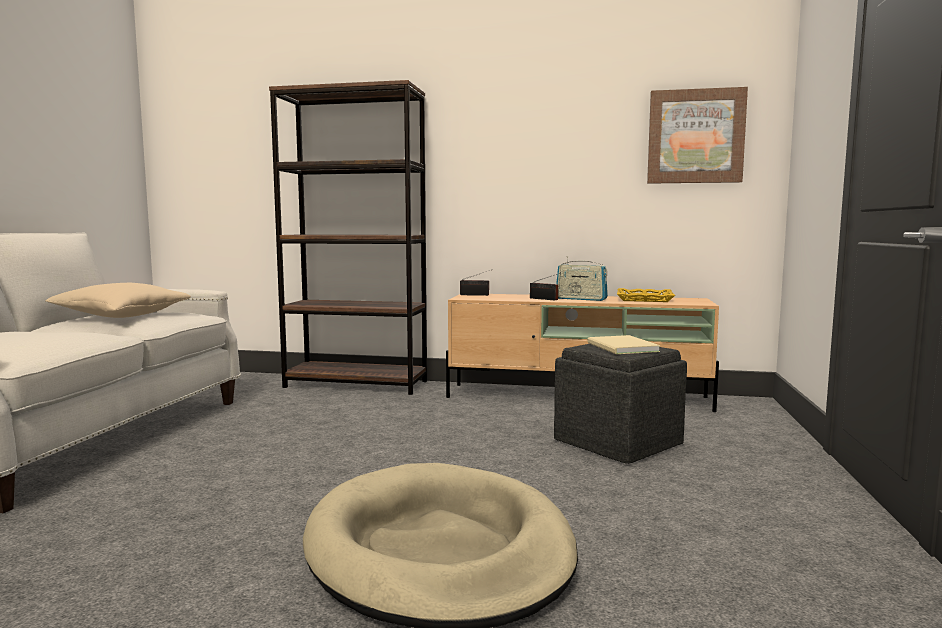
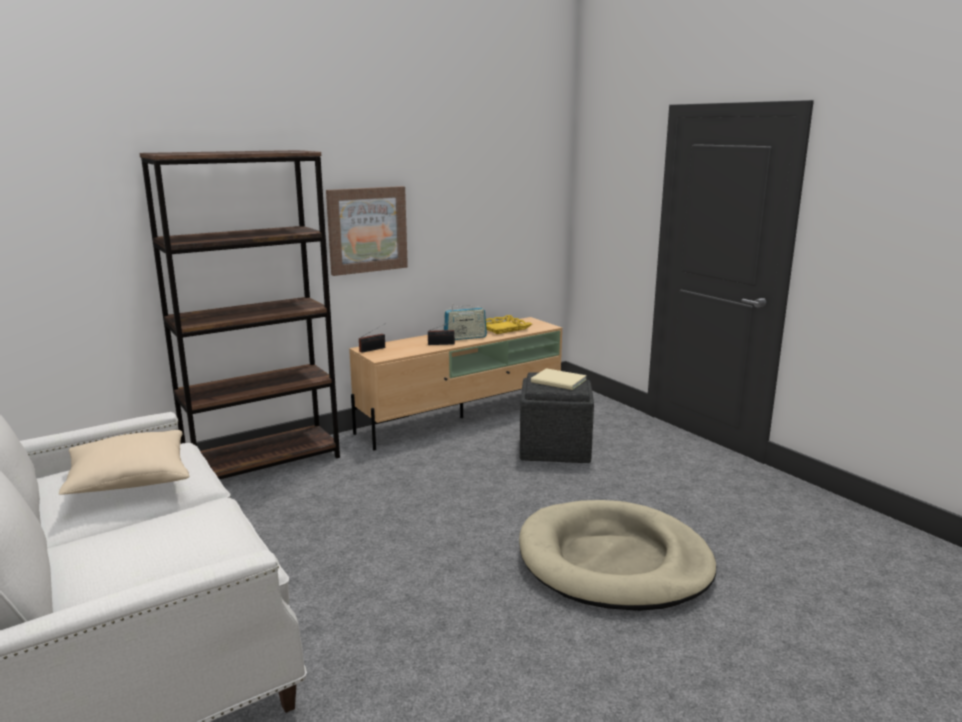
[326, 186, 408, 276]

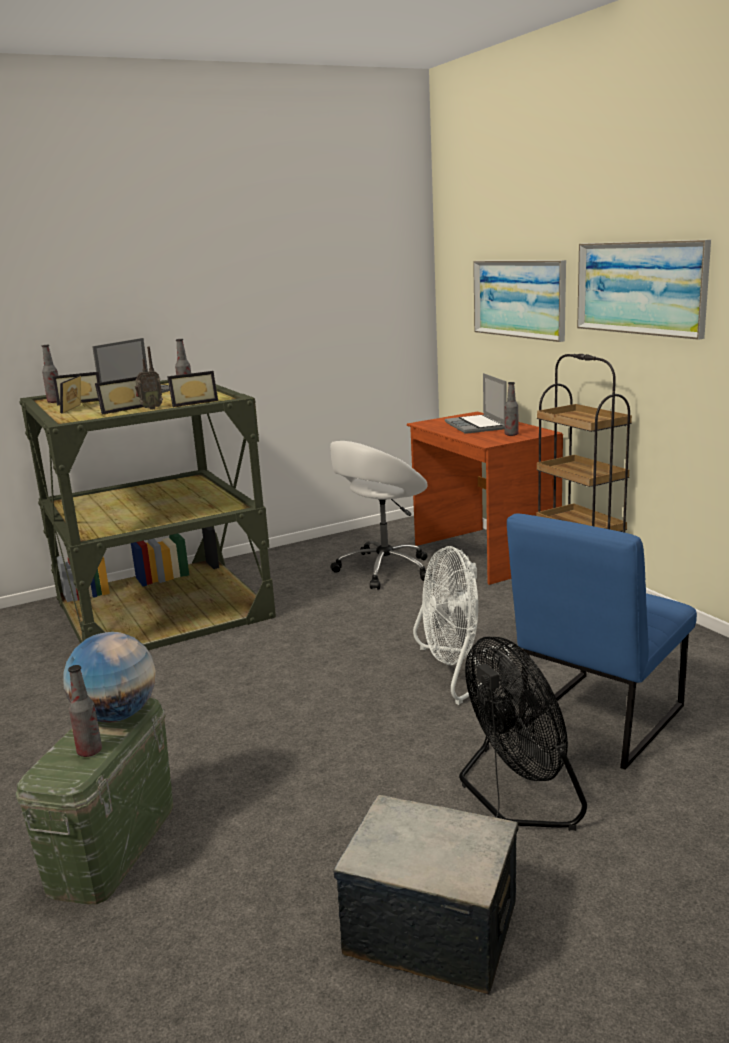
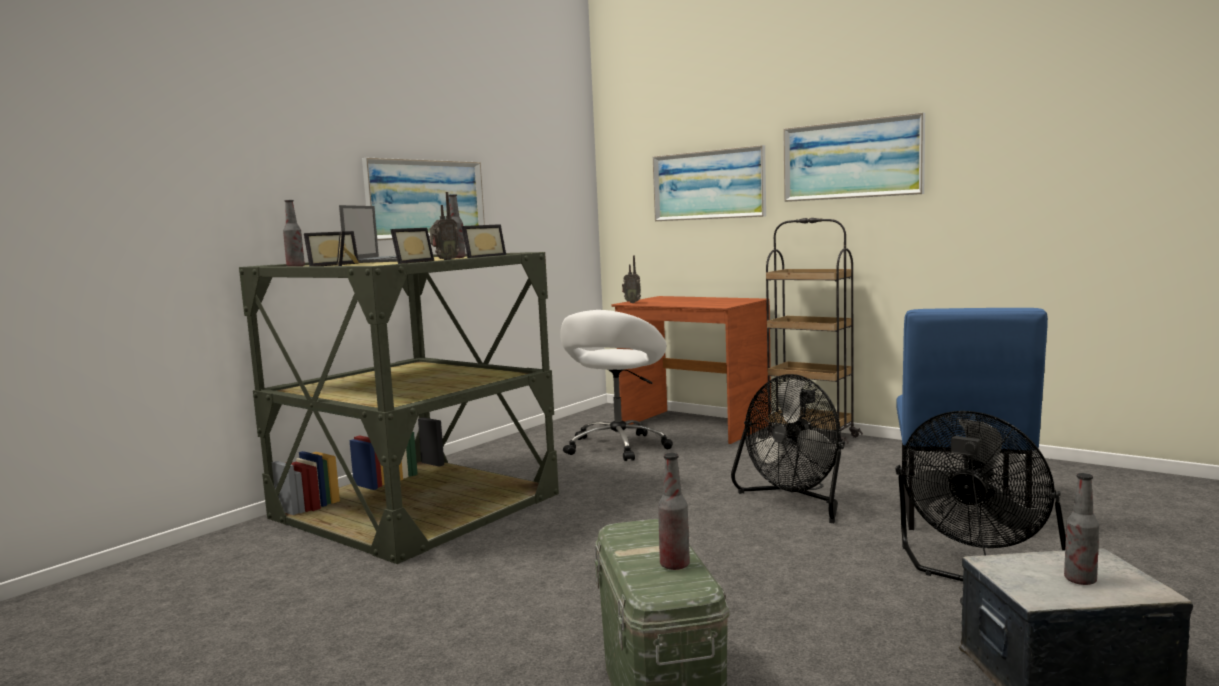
[362, 158, 485, 241]
[622, 256, 641, 303]
[731, 374, 845, 523]
[1064, 473, 1099, 585]
[63, 632, 156, 723] (first image)
[445, 373, 506, 434] (first image)

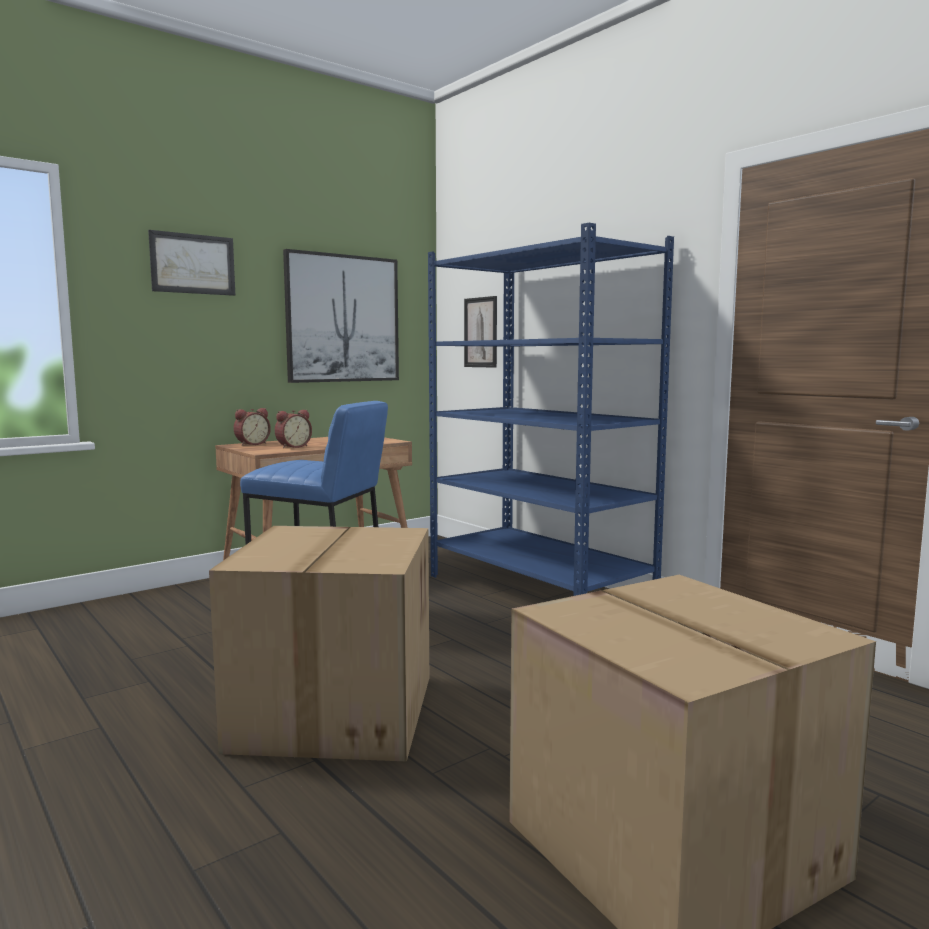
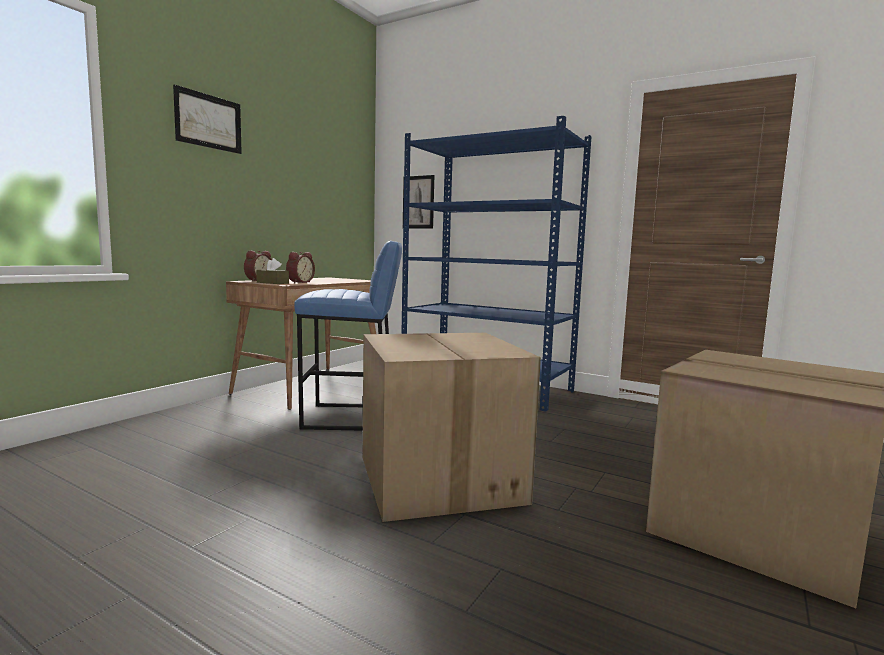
[256, 258, 289, 284]
[283, 249, 399, 383] (first image)

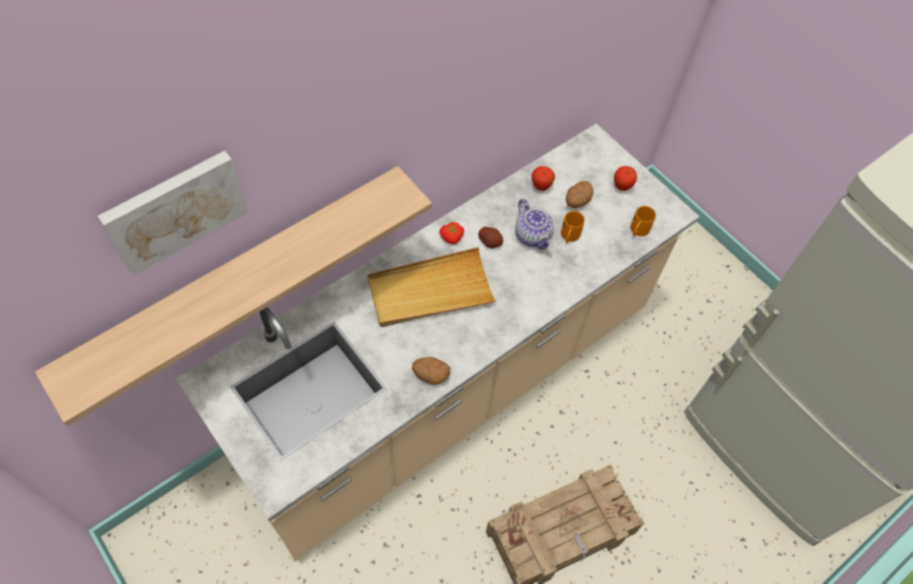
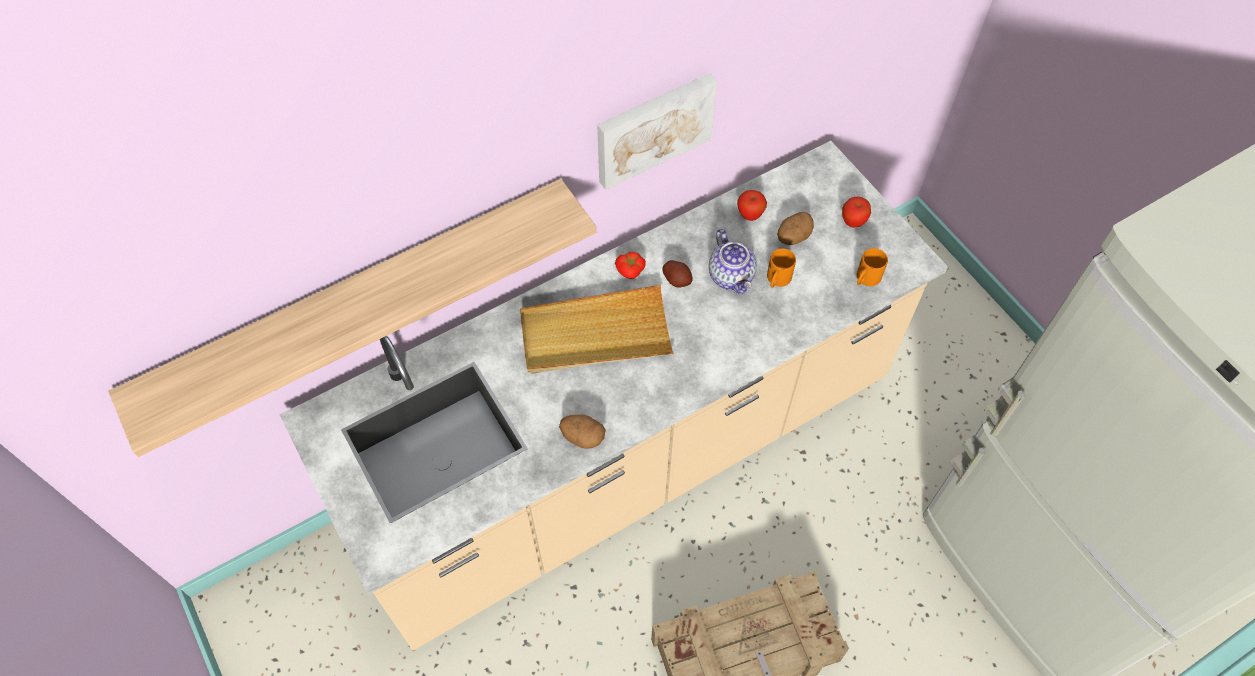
[597, 73, 717, 190]

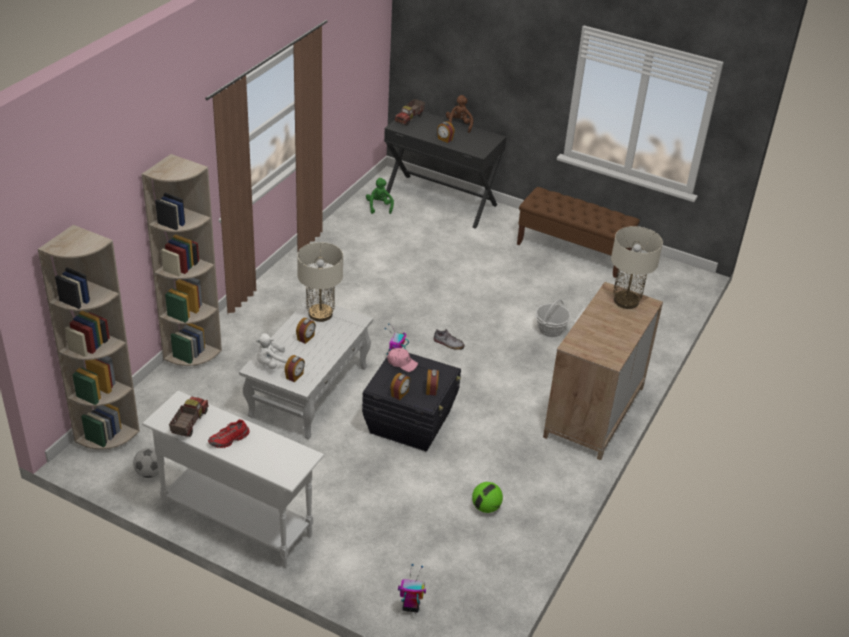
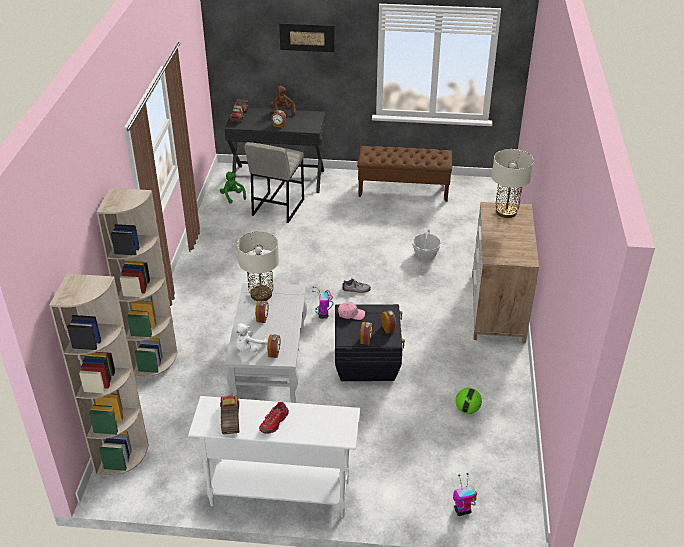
[244, 142, 304, 223]
[279, 23, 335, 52]
[133, 448, 164, 478] (first image)

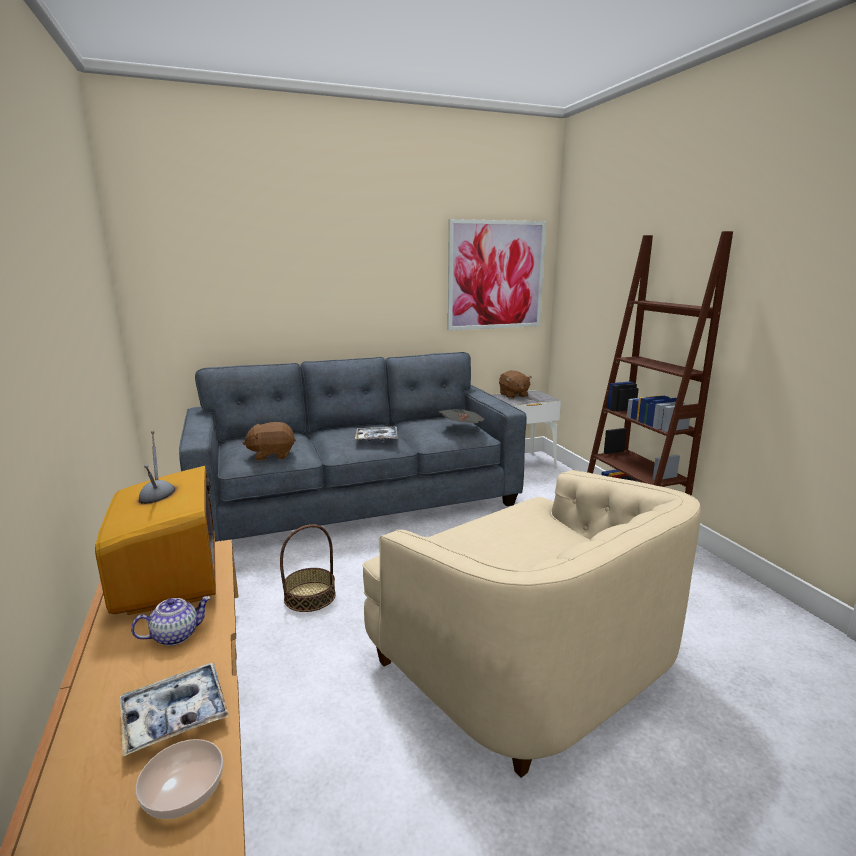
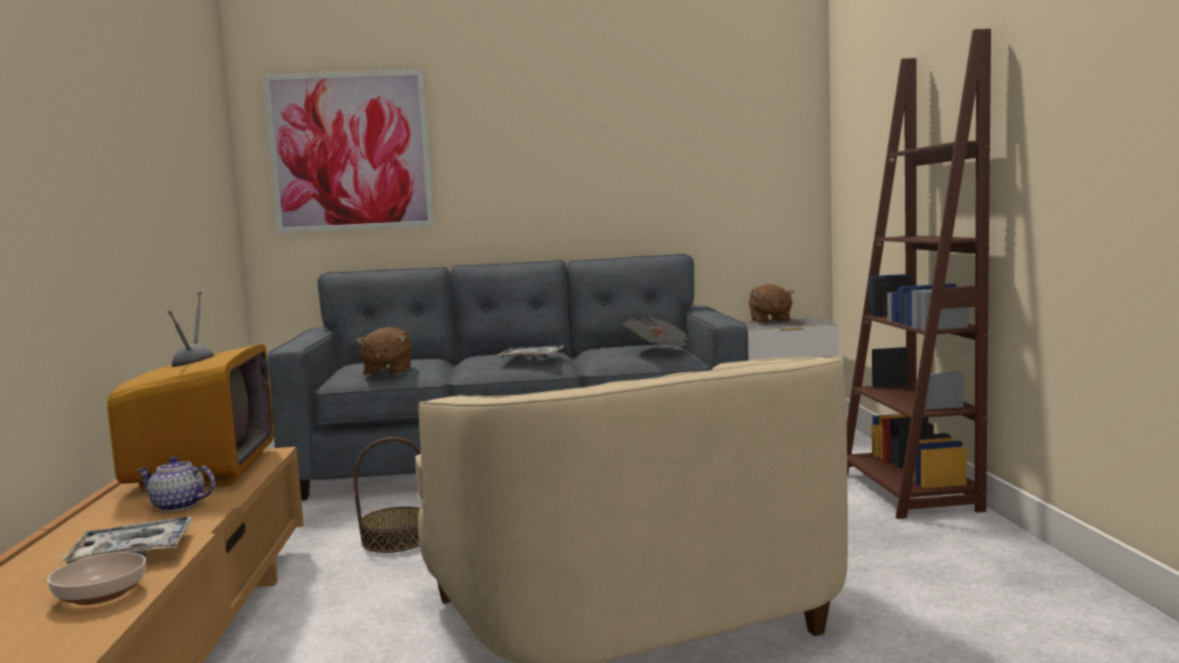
[137, 456, 215, 512]
[263, 69, 434, 234]
[355, 327, 412, 376]

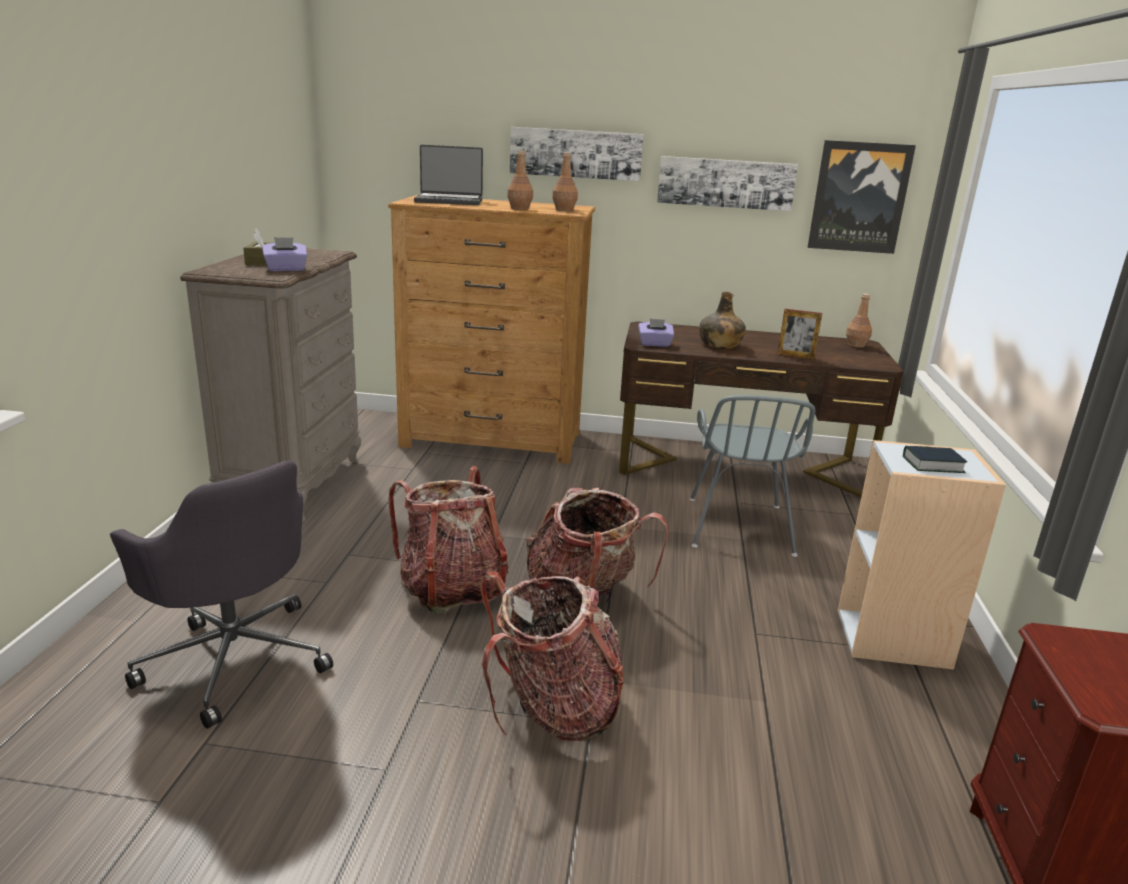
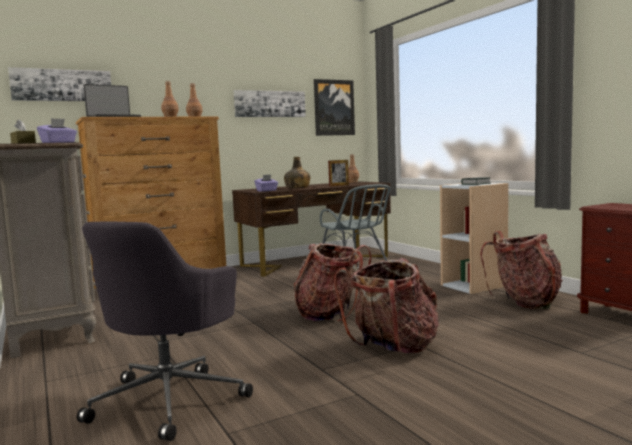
[8, 67, 111, 101]
[77, 222, 253, 441]
[480, 231, 562, 309]

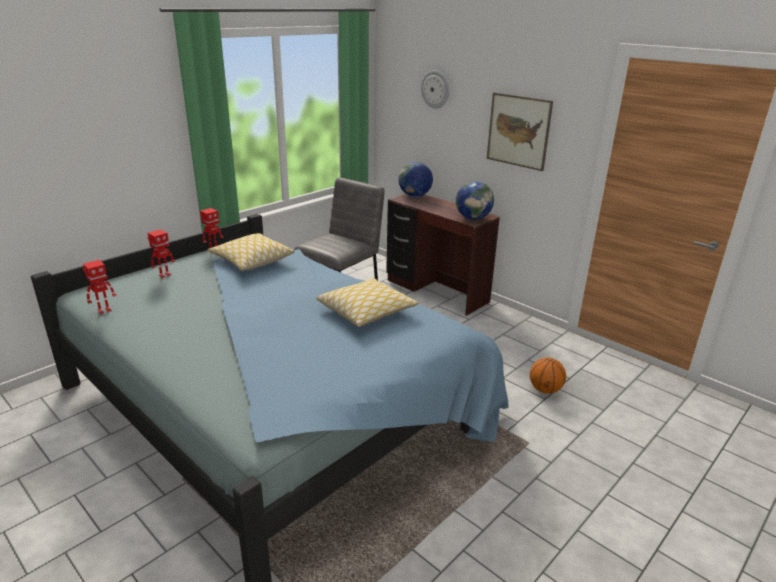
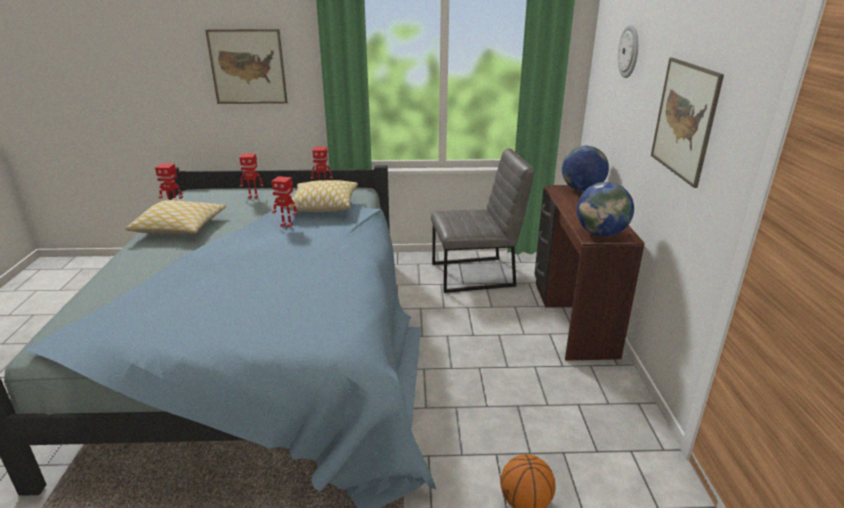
[125, 200, 226, 234]
[205, 29, 288, 104]
[271, 176, 297, 228]

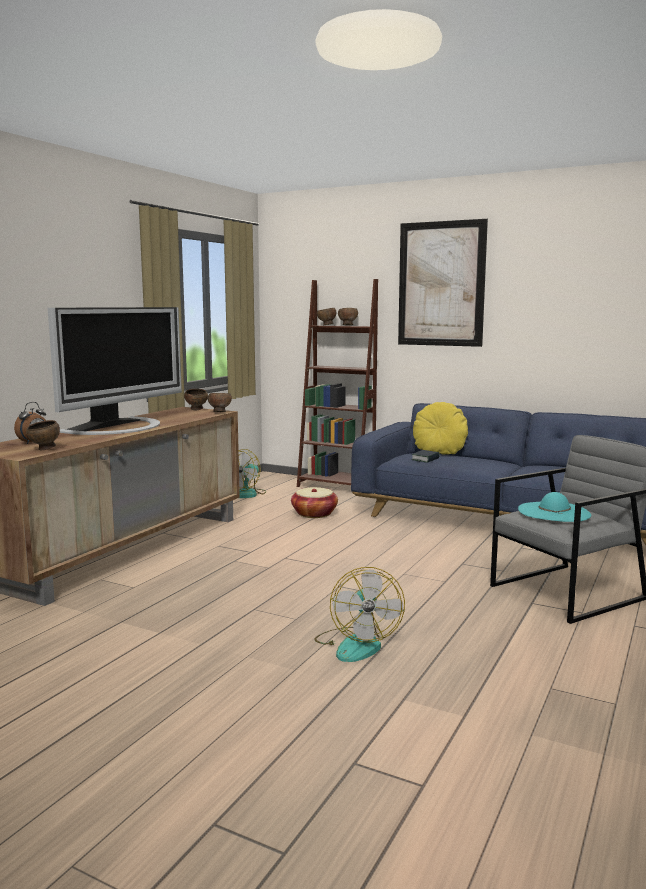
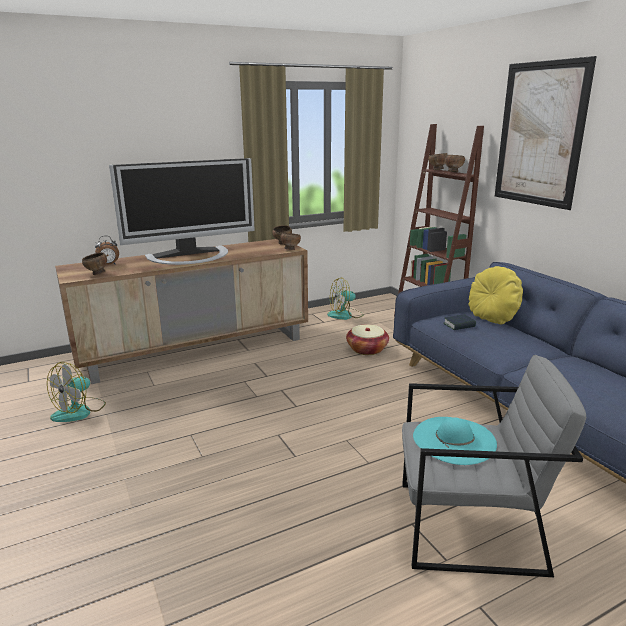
[47, 362, 106, 422]

